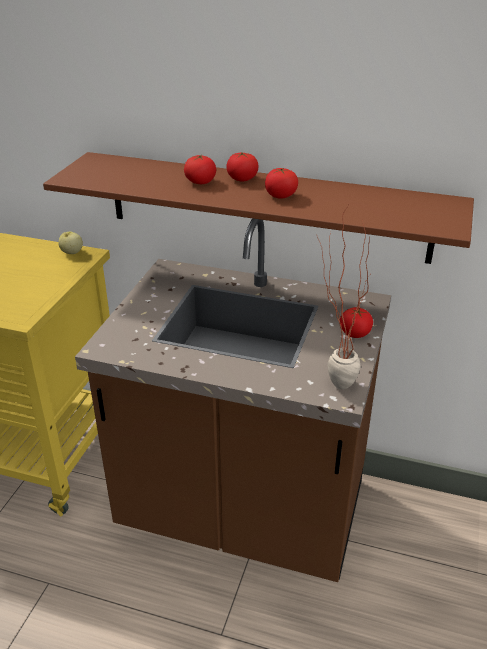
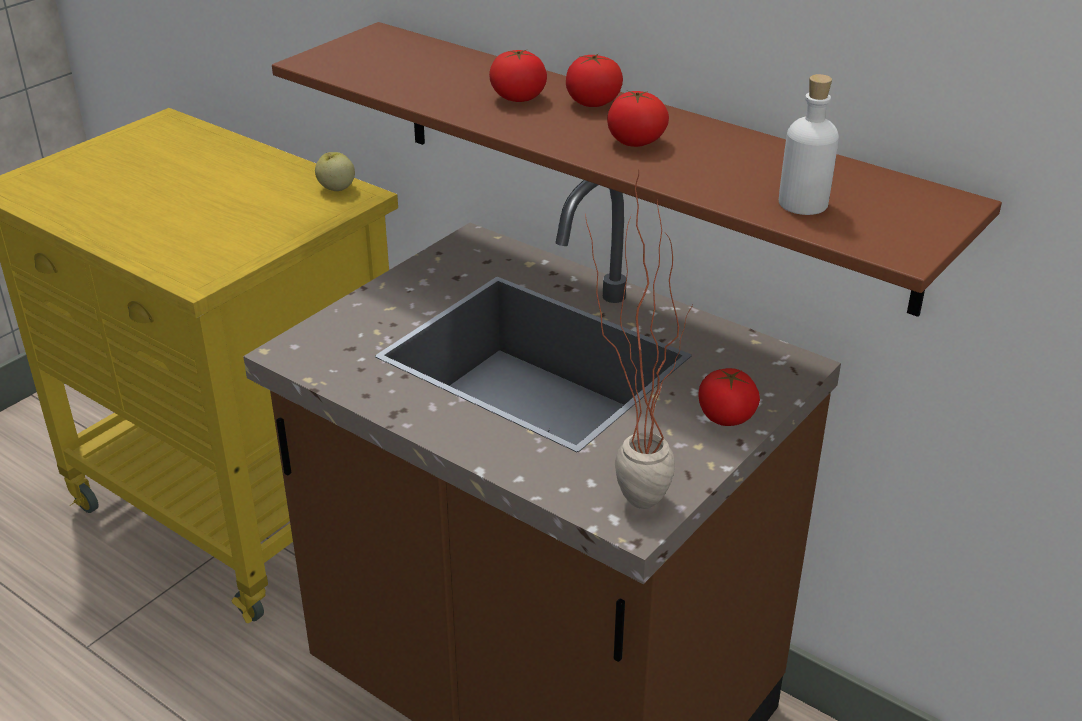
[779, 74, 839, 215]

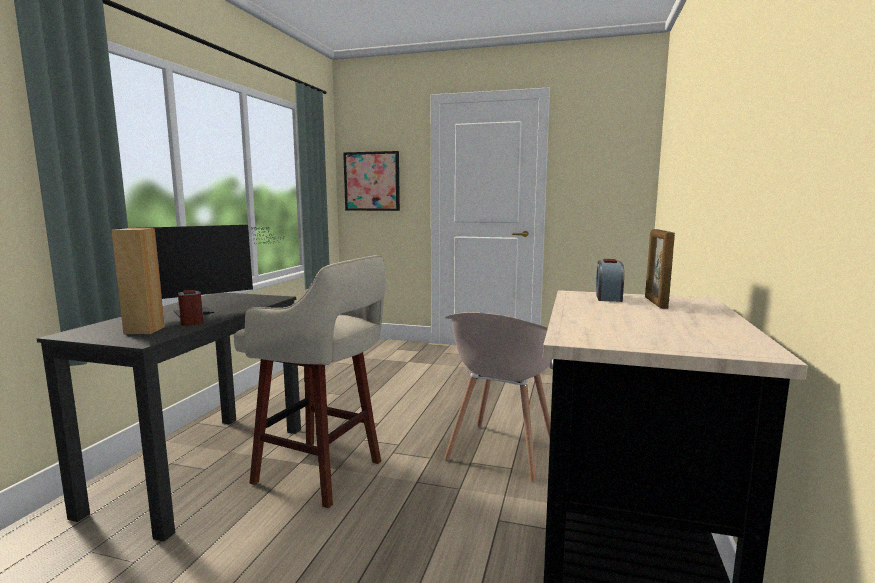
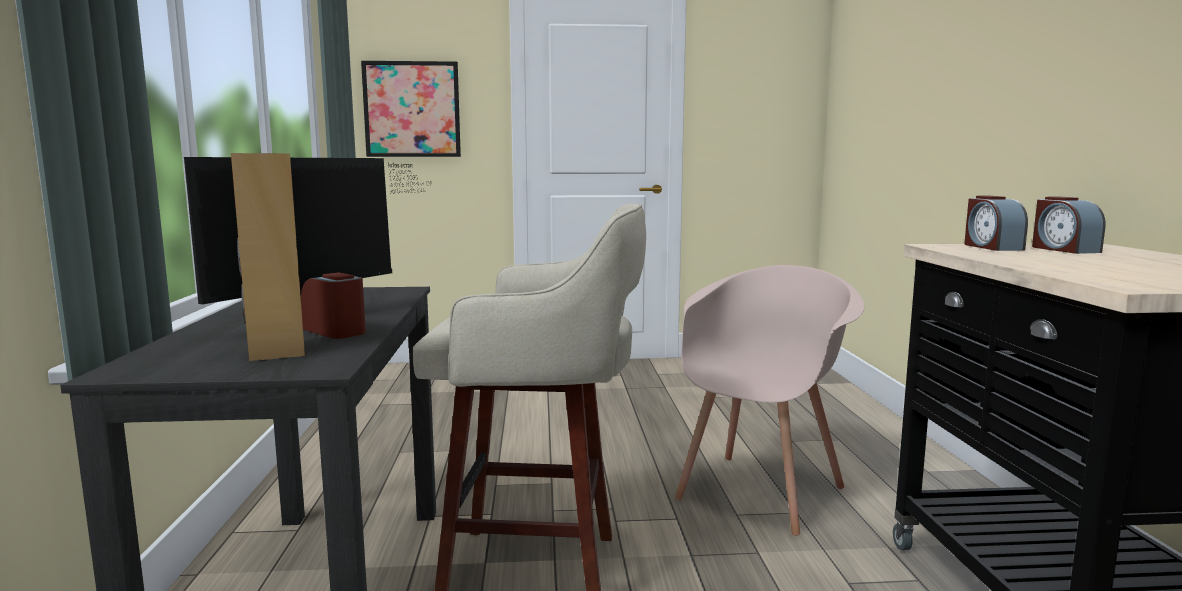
[675, 265, 864, 536]
[1032, 197, 1105, 254]

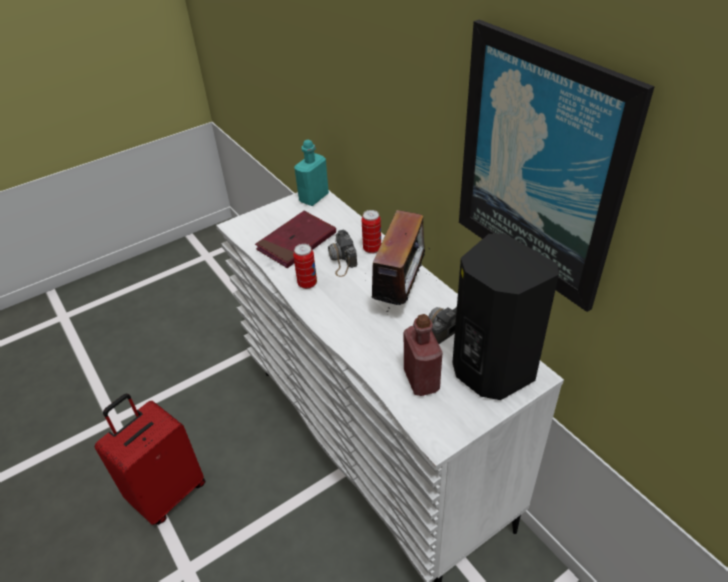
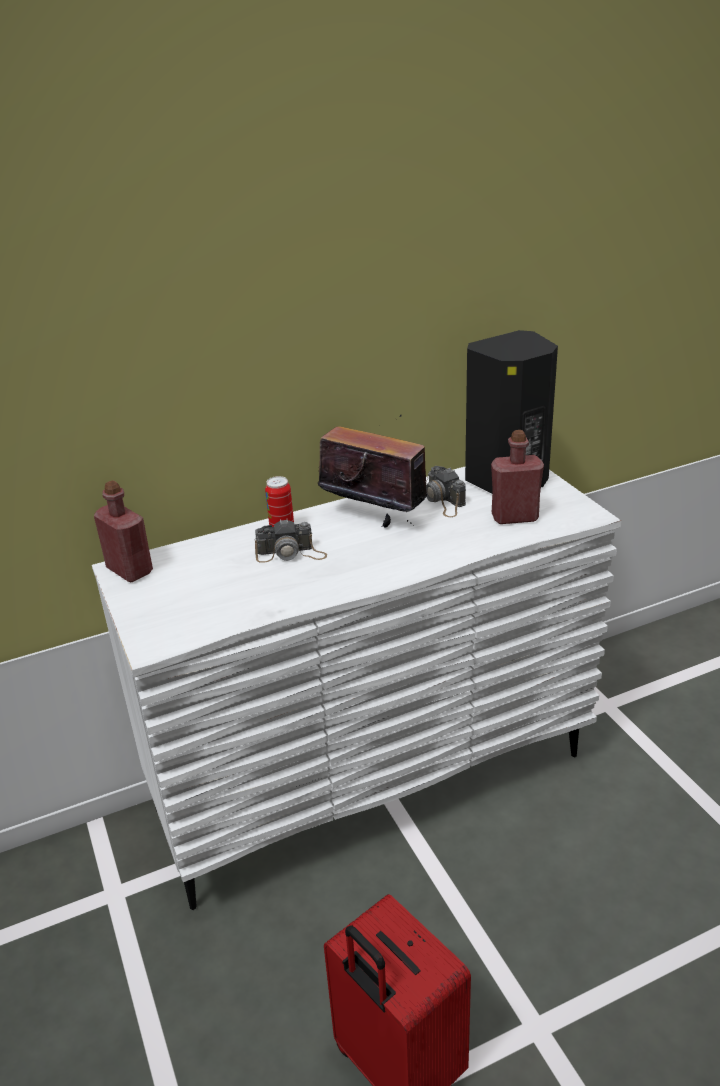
[94, 480, 153, 582]
[255, 211, 336, 268] (first image)
[293, 244, 317, 289] (first image)
[459, 20, 654, 312] (first image)

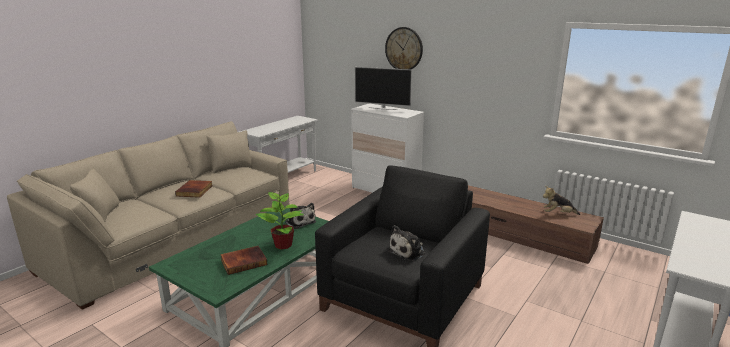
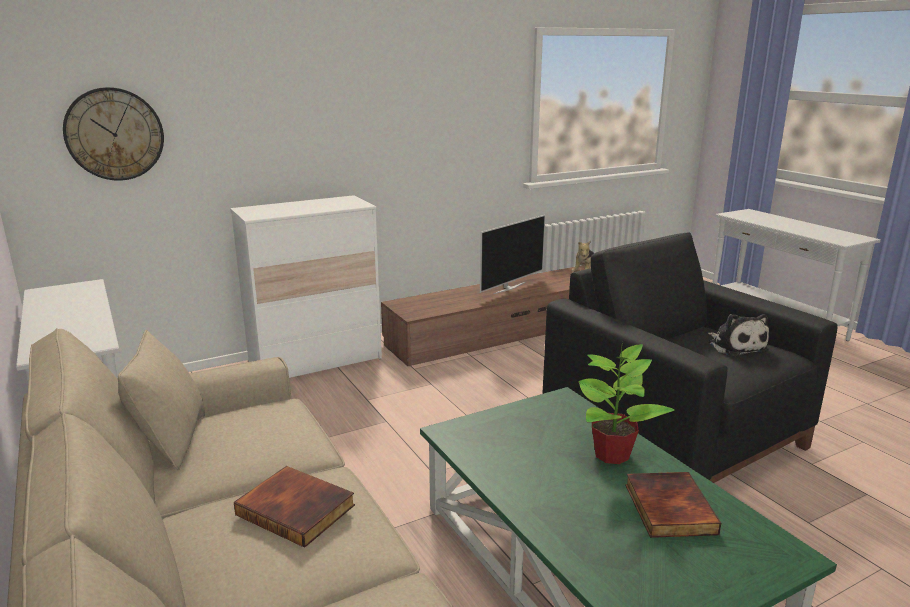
[63, 87, 164, 181]
[480, 215, 545, 294]
[286, 203, 316, 229] (first image)

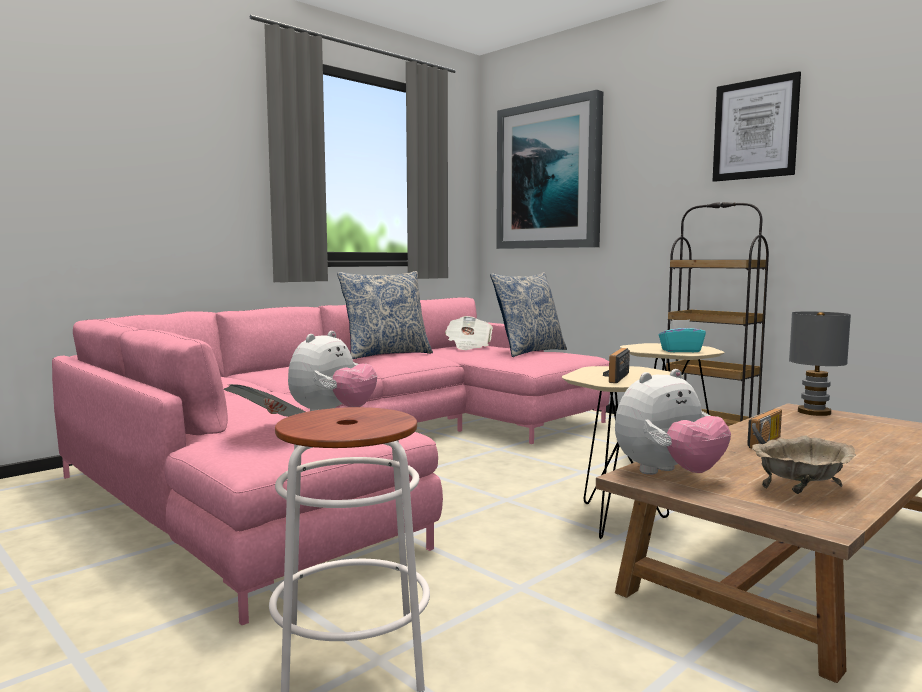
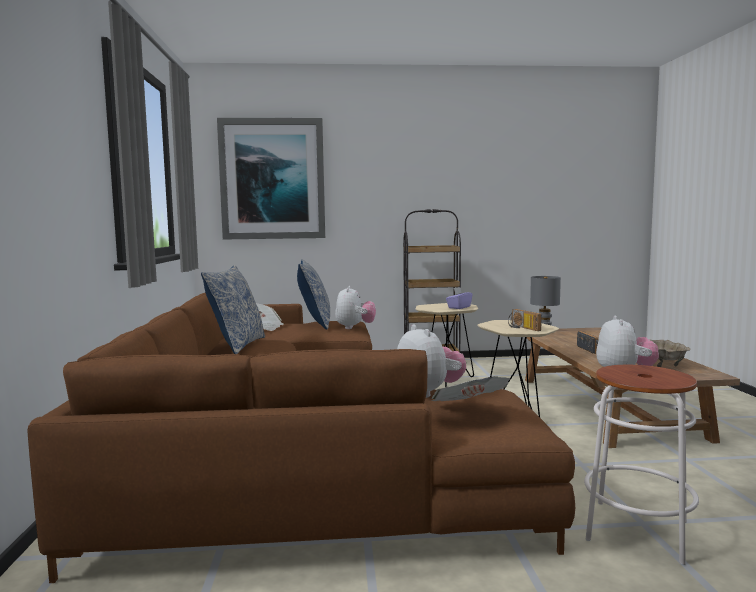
[27, 293, 575, 583]
[335, 286, 376, 329]
[446, 287, 473, 309]
[713, 71, 801, 182] (first image)

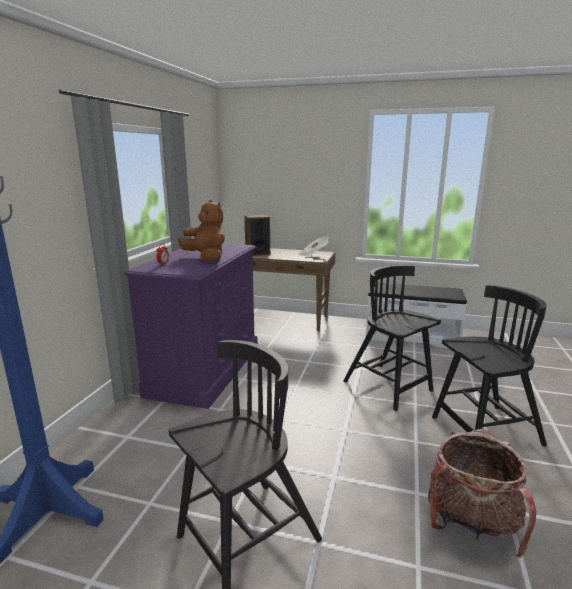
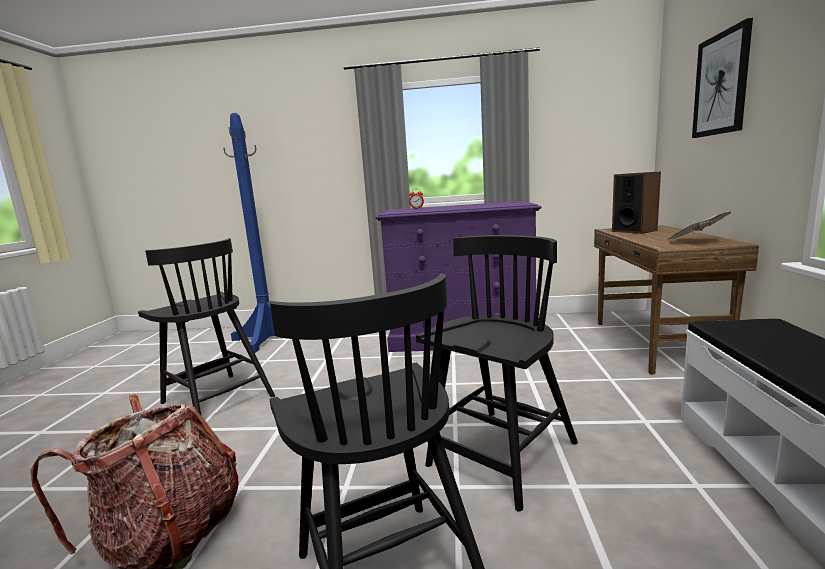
[692, 18, 753, 138]
[178, 200, 225, 262] (first image)

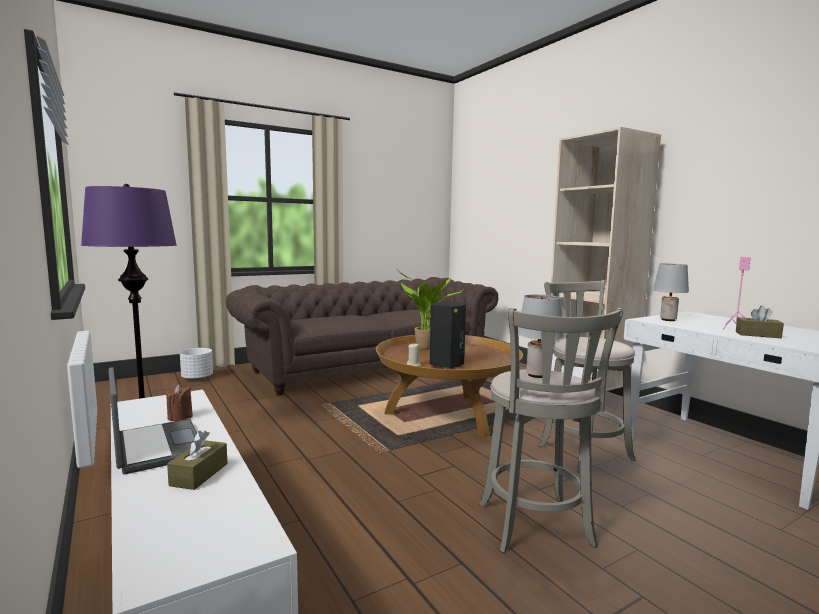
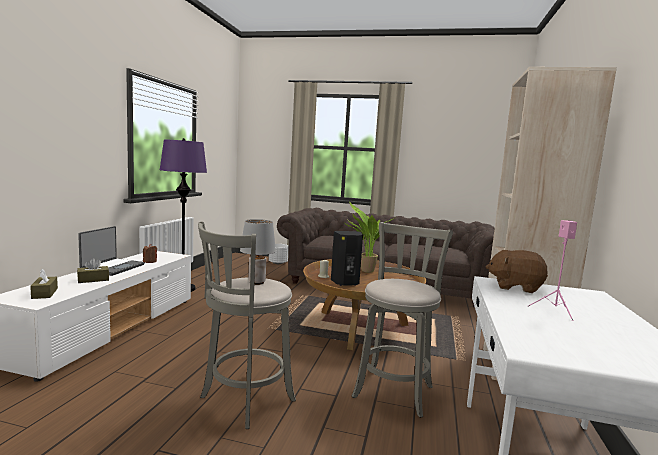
[30, 269, 58, 299]
[486, 250, 548, 293]

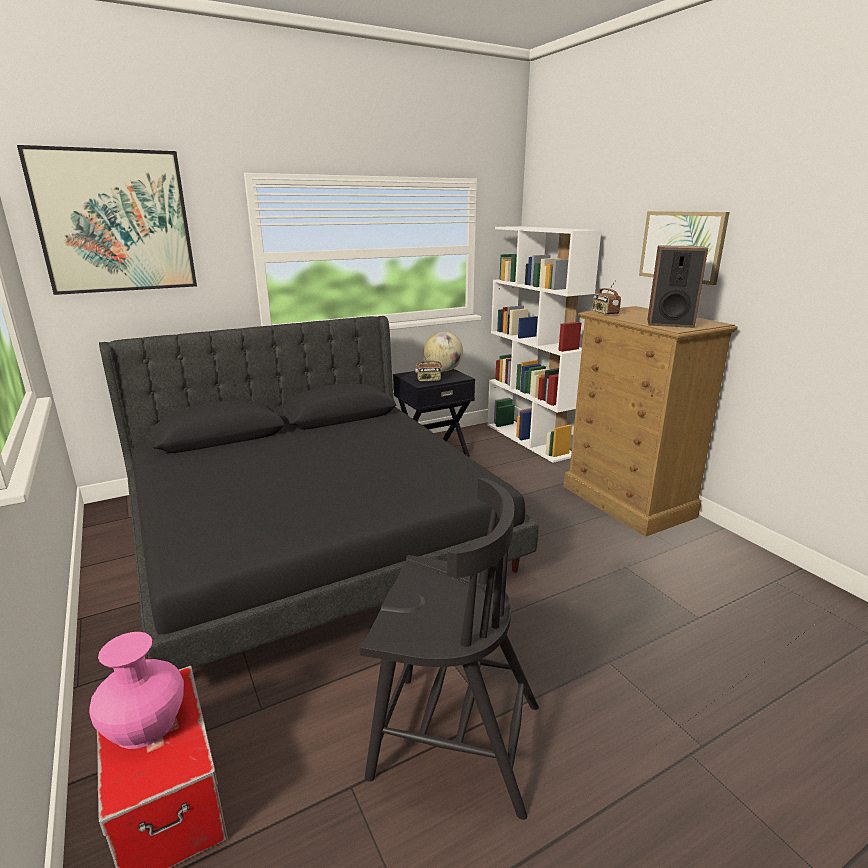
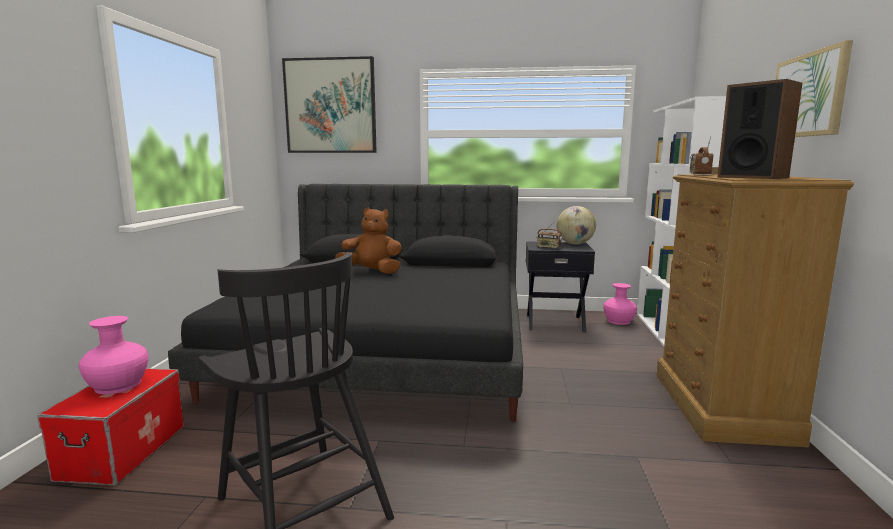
[335, 207, 402, 274]
[603, 283, 637, 325]

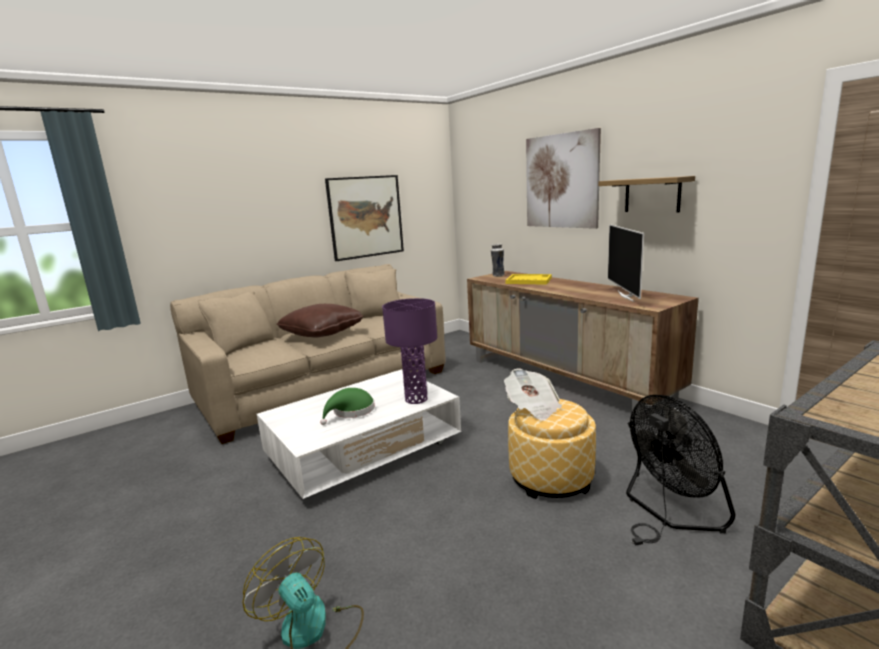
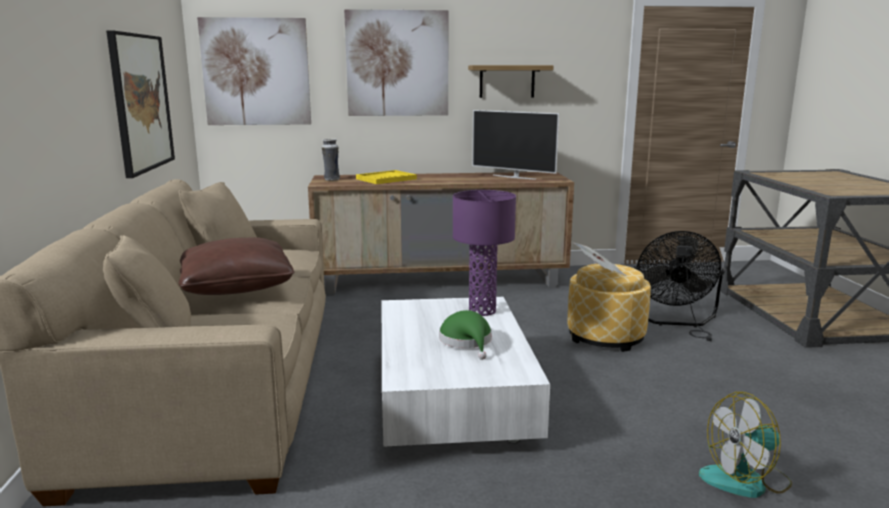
[197, 17, 311, 125]

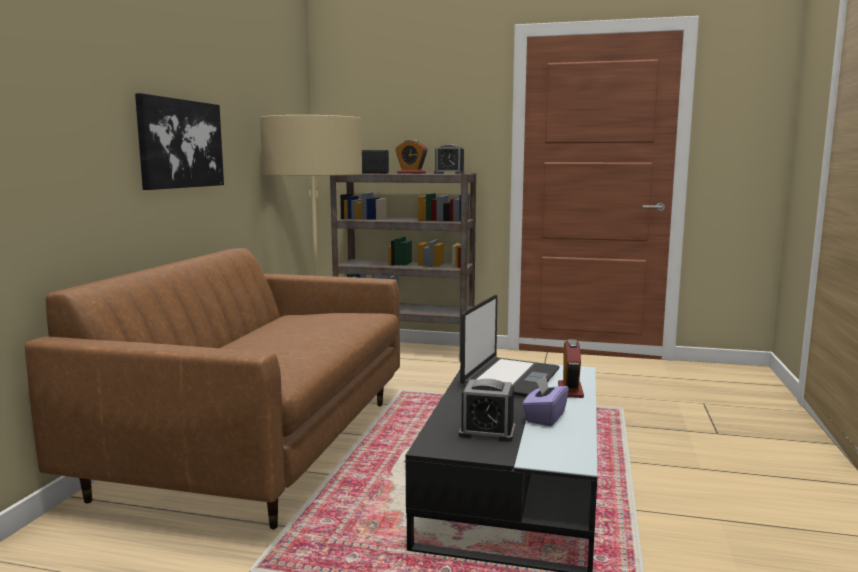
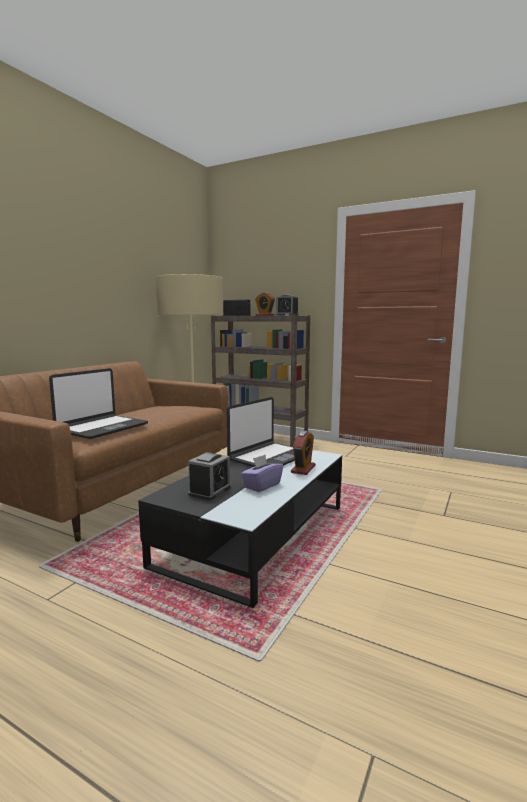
[49, 368, 148, 439]
[188, 452, 231, 501]
[135, 93, 224, 190] (first image)

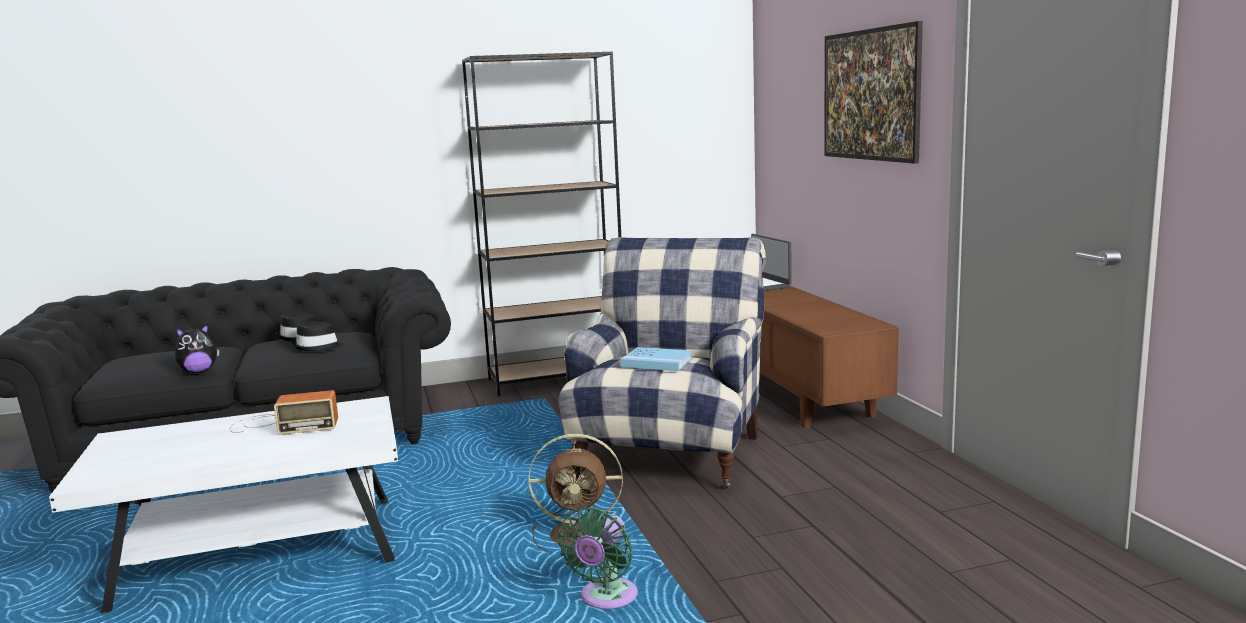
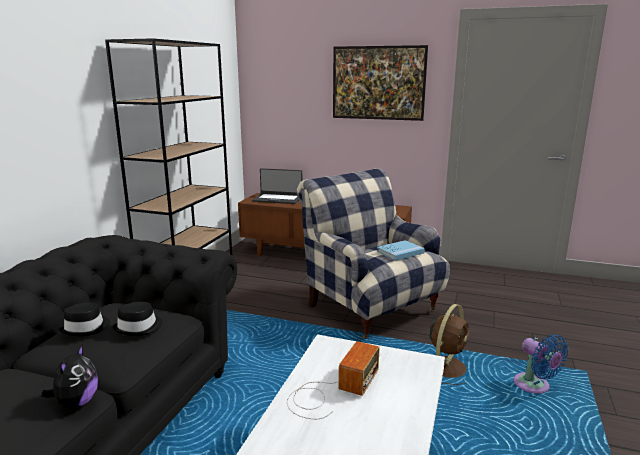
[513, 334, 569, 394]

